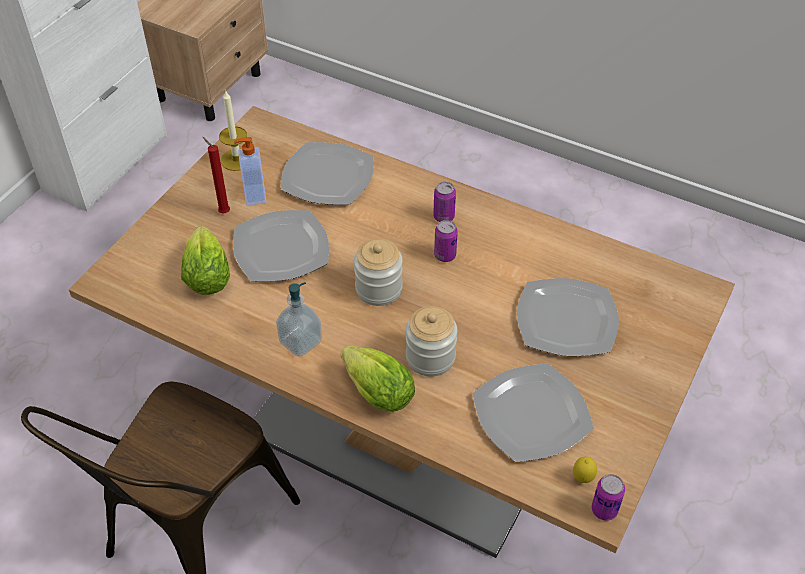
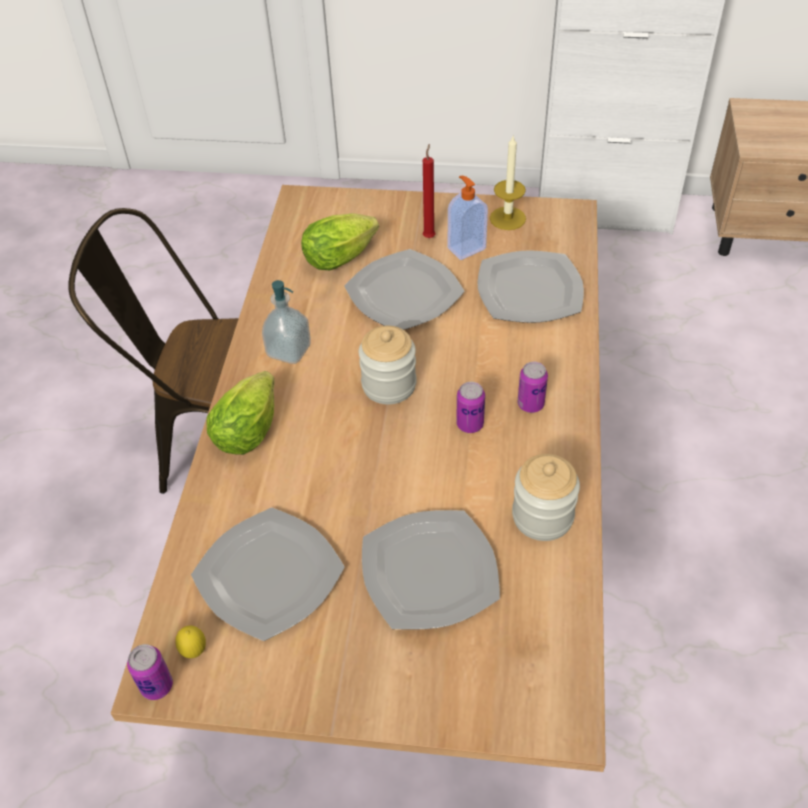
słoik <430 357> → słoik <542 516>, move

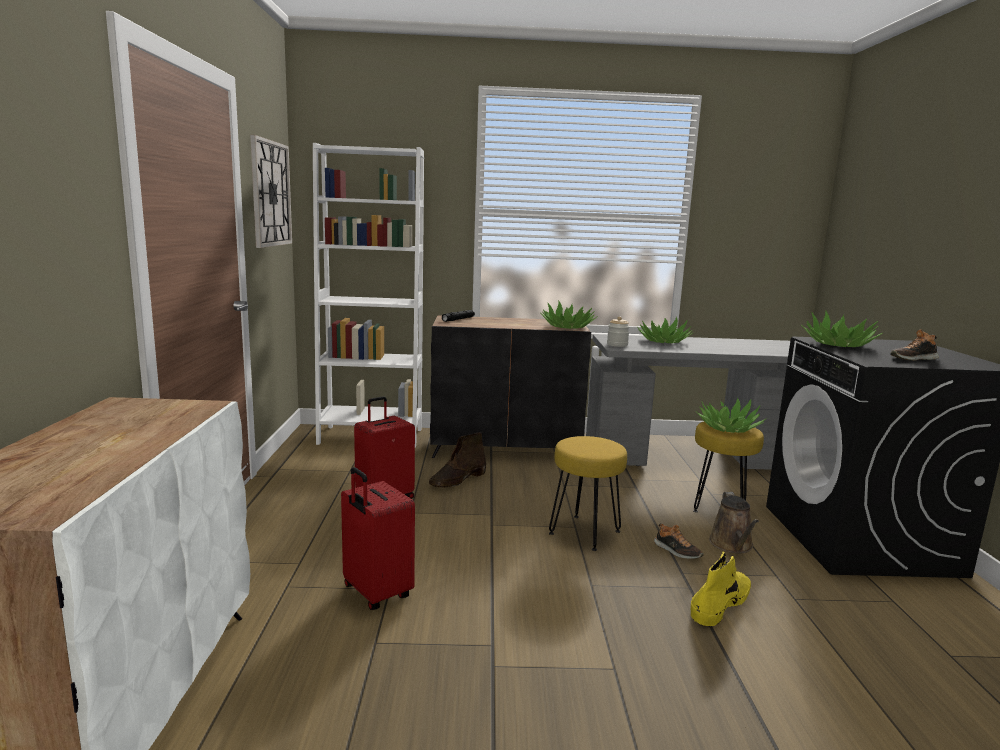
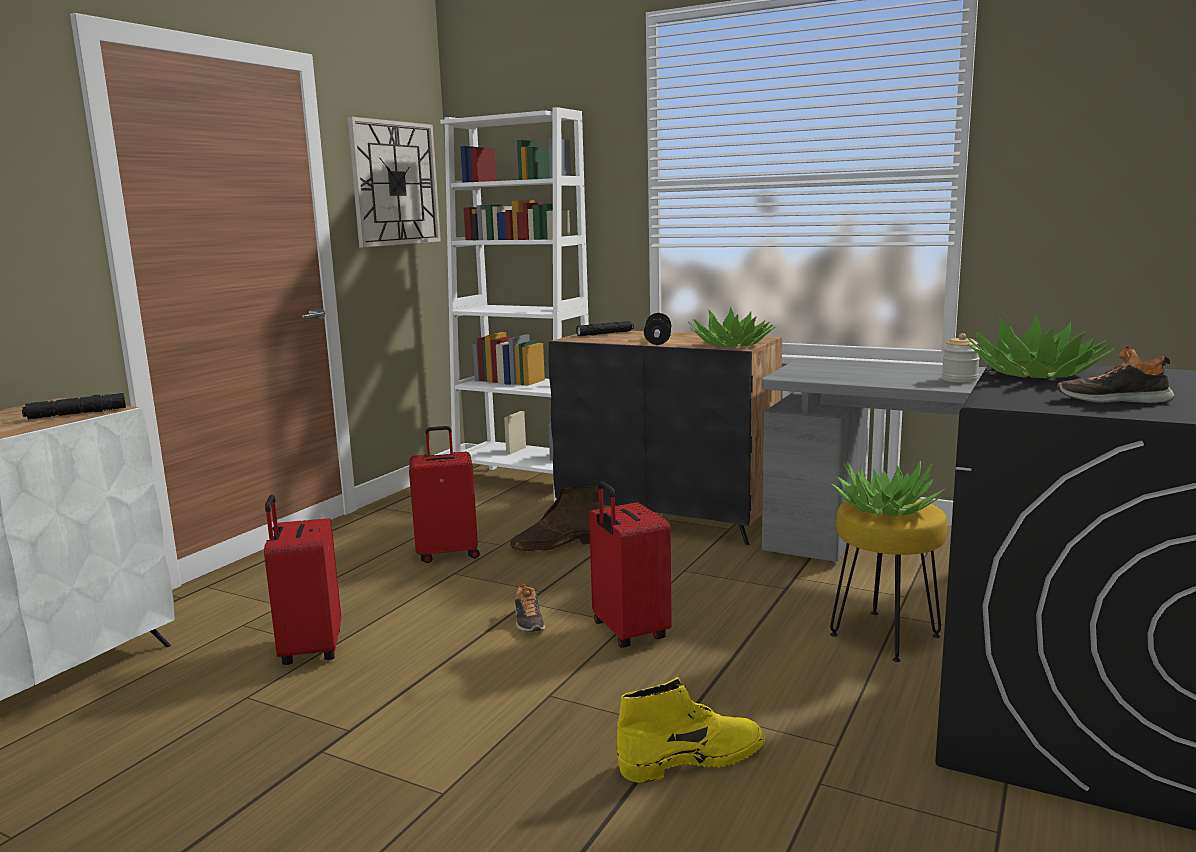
- → latarka (czarny) <76 414>
but <676 551> → but <528 622>, move
stołek (żółty) <583 532> → walizka (czerwony) <628 632>
- → hantel <658 341>
słoik <617 345> → słoik <959 379>, move
roślina doniczkowa <663 341> → -
konewka (brązowy) <732 545> → -

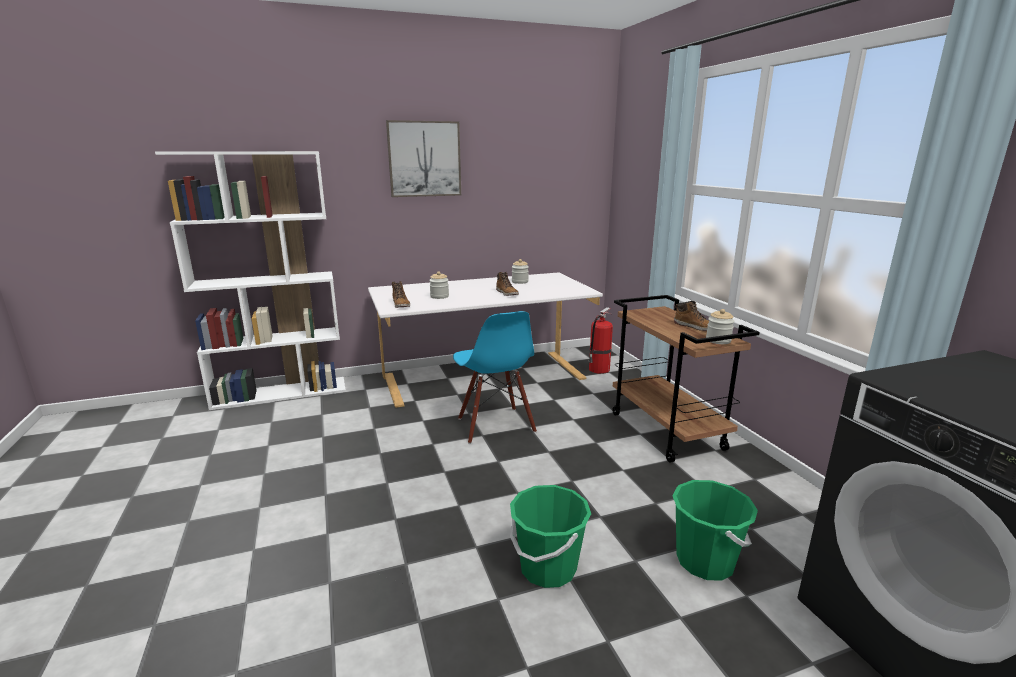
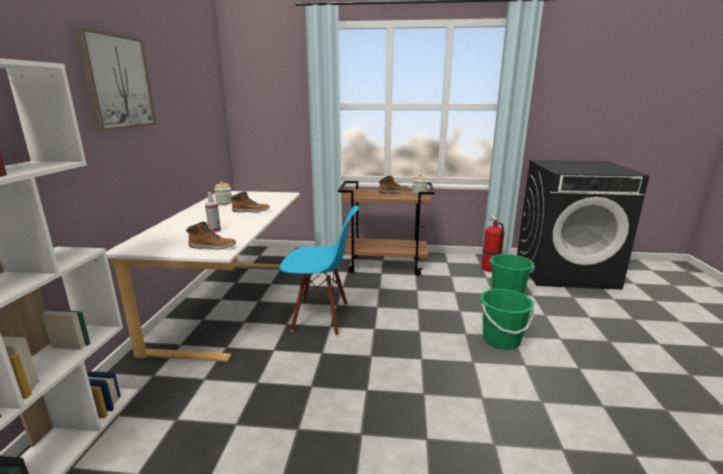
słoik <439 296> → spryskiwacz <214 230>
gaśnica <598 369> → gaśnica <491 269>, move

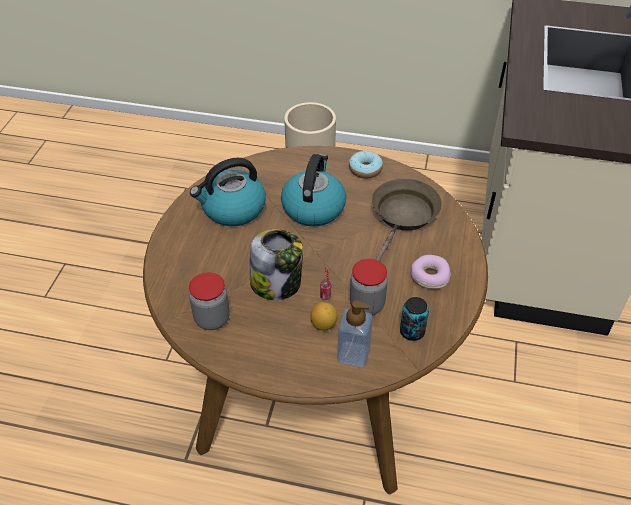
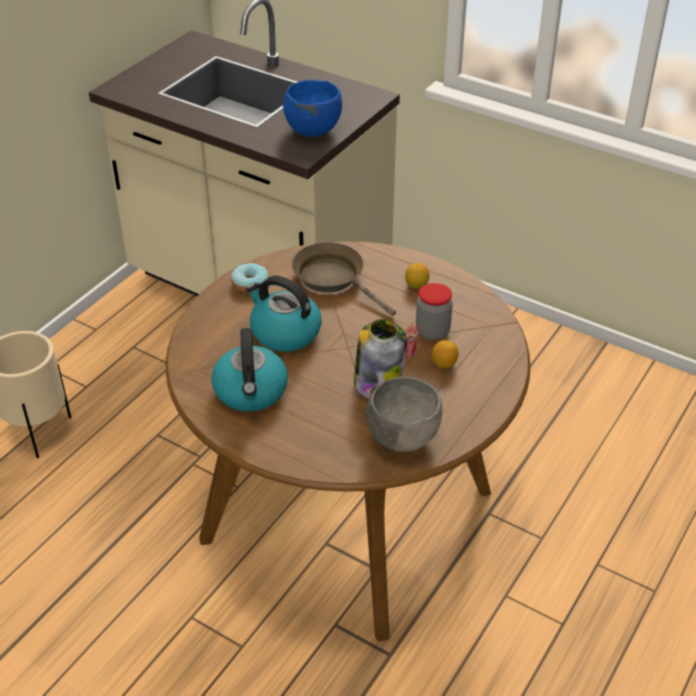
- → miska (niebieski) <312 130>
słoik <212 319> → miska (szary) <403 438>
donut <429 276> → cytryna <416 285>
dozownik mydła <353 355> → -
puszka <412 332> → -

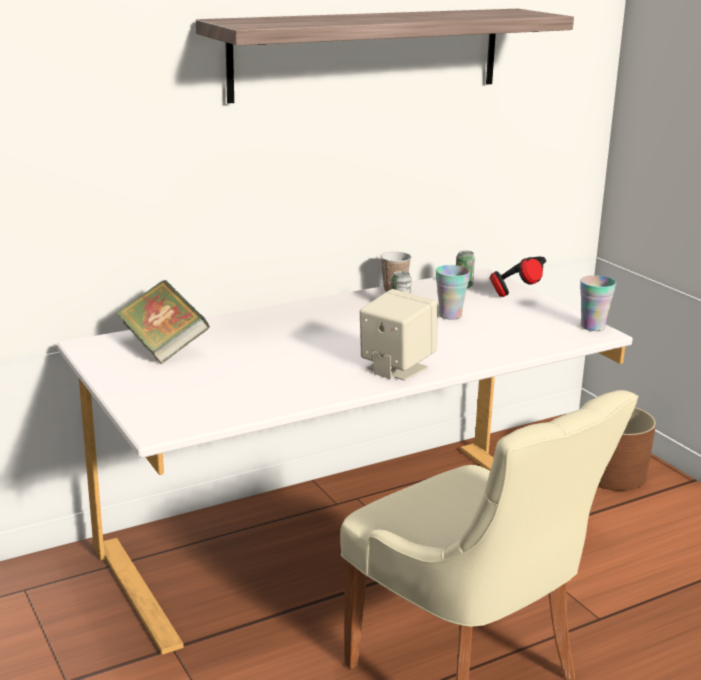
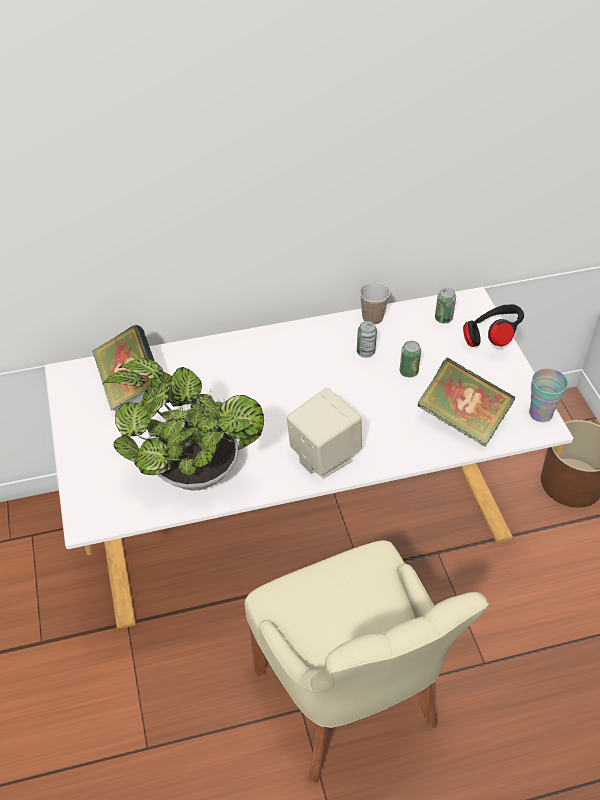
- → roślina doniczkowa <190 471>
filiżanka <450 315> → puszka <408 372>
- → książka <462 420>
półka <368 53> → -

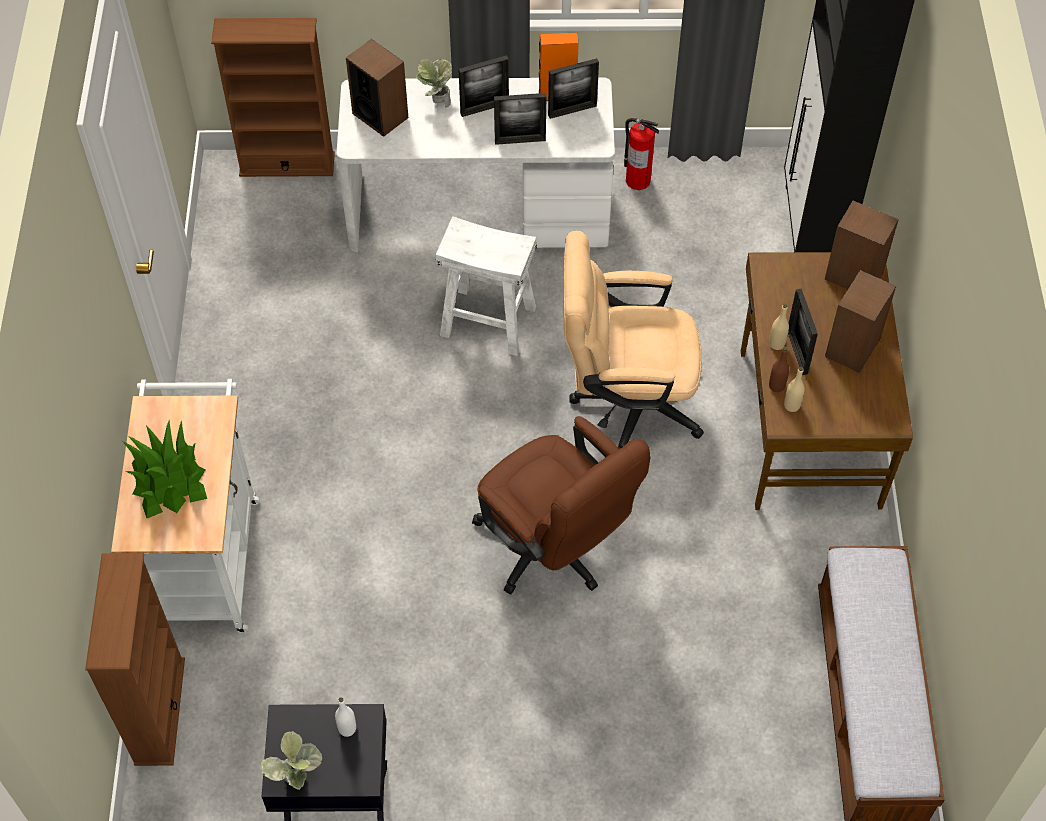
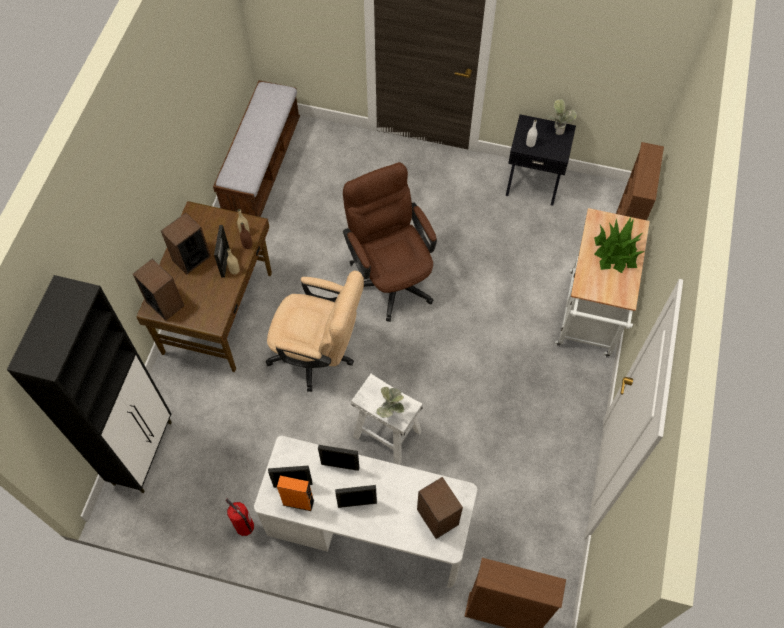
roślina doniczkowa <437 102> → roślina doniczkowa <390 412>, move

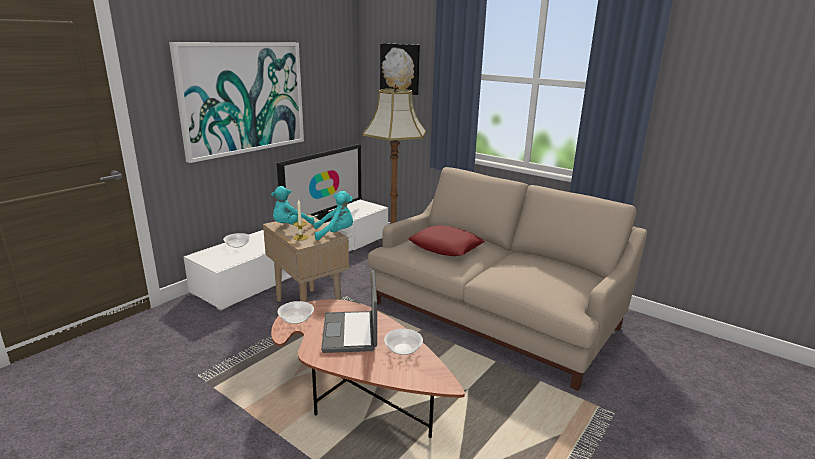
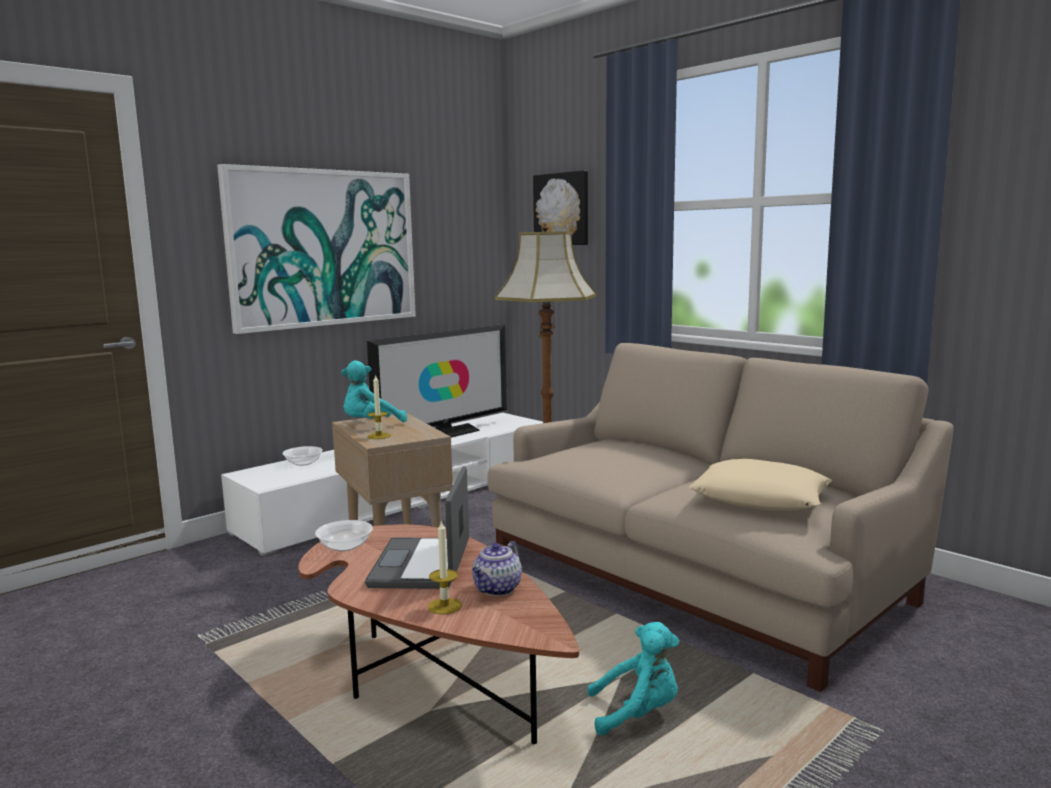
- → świeca <444 606>
miska <403 349> → imbryk <497 589>
pluszak (turkusowy) <336 233> → pluszak (turkusowy) <637 713>, move
- → poduszka (beżowy) <760 497>
poduszka (czerwony) <446 247> → -

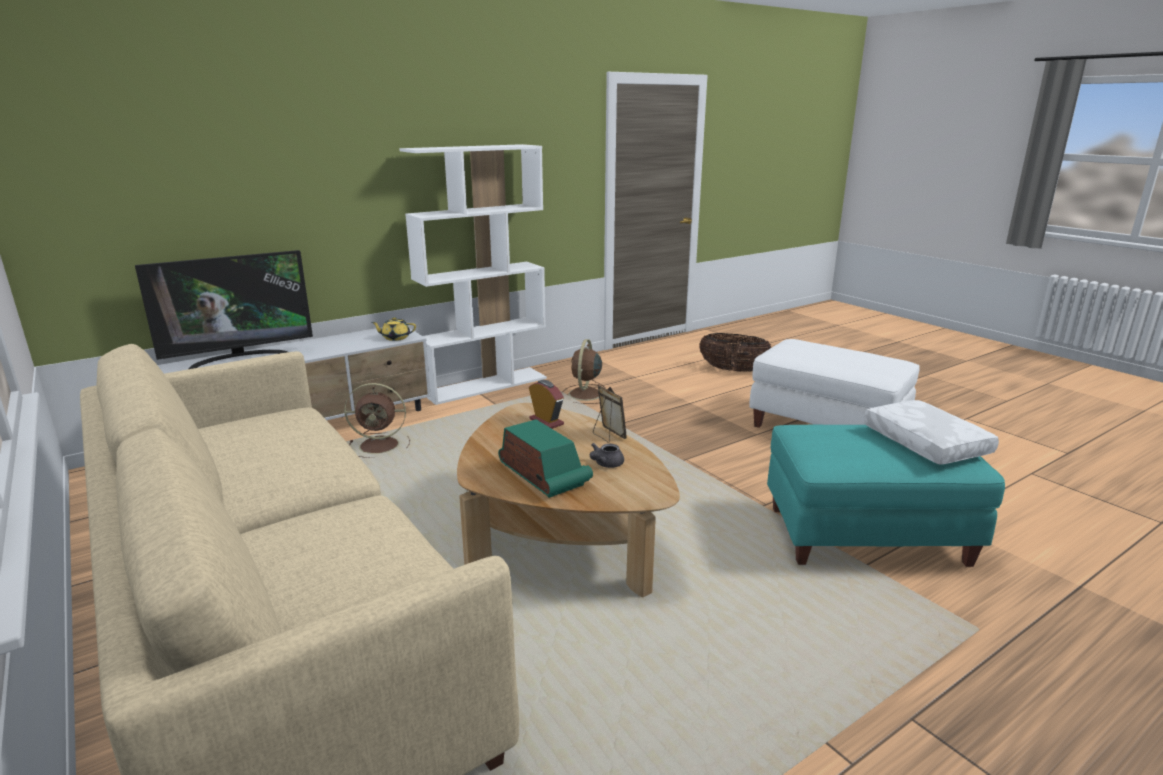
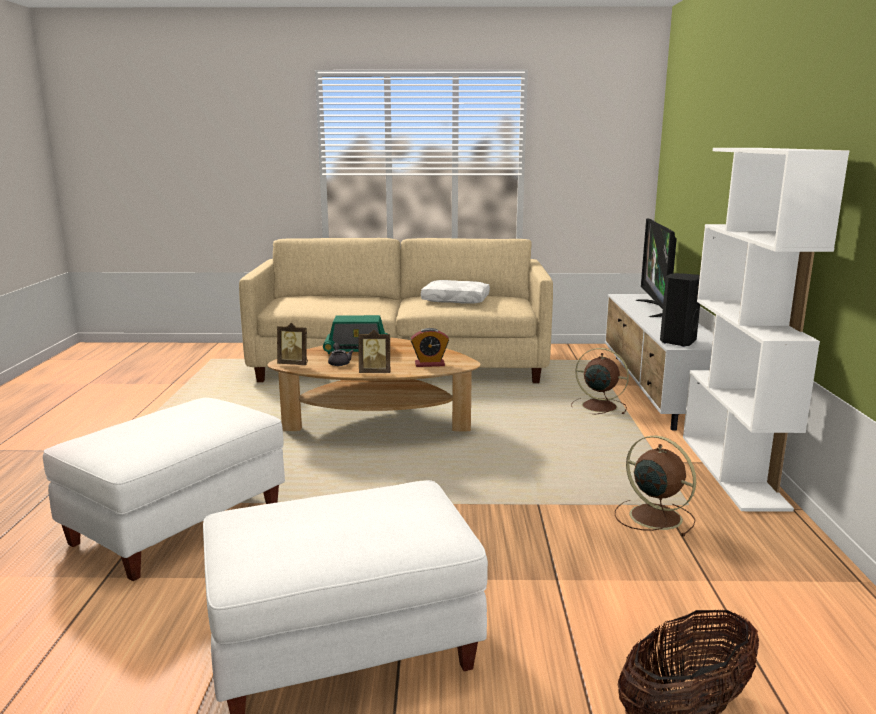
pufa (turkusowy) <866 536> → pufa (biały) <177 523>
- → ramka na zdjęcie <294 364>
poduszka (biały) <923 443> → poduszka (biały) <456 300>, move
wentylator (brązowy) <381 445> → wentylator (brązowy) <597 406>, 90 degrees clockwise
imbryk (żółty) <395 338> → głośnik (czarny) <677 342>

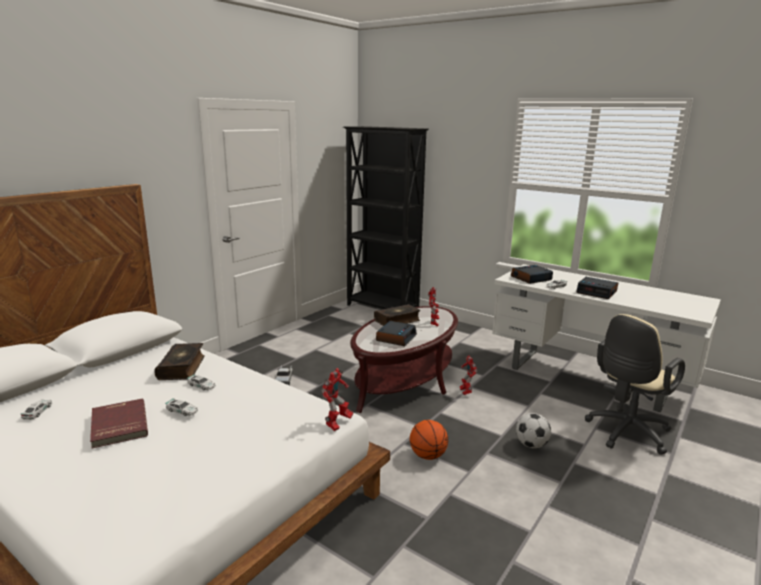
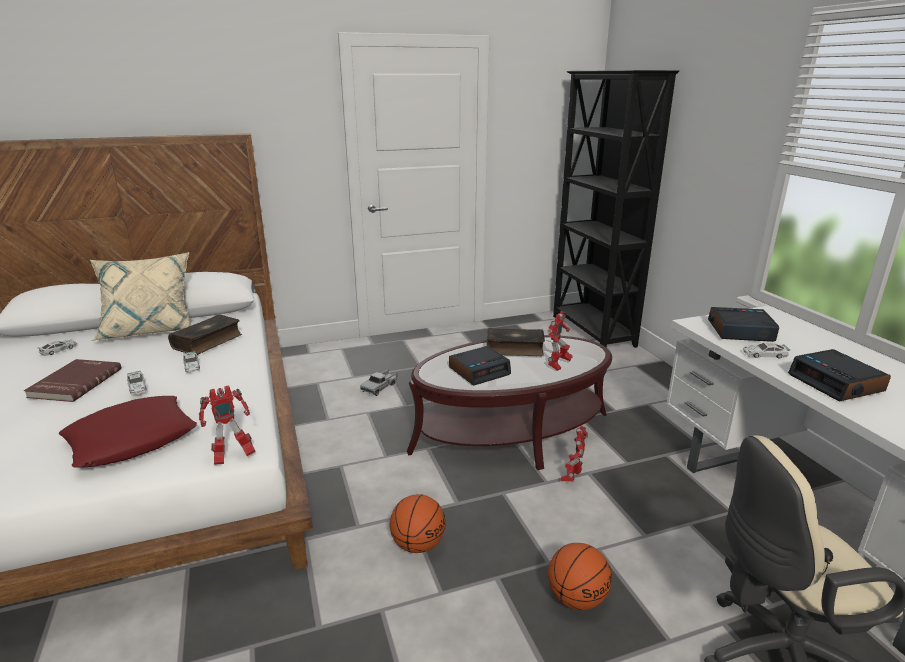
- → poduszka (czerwony) <132 439>
- → poduszka (beżowy) <151 329>
piłka futbolowa <531 445> → piłka do koszykówki <577 598>

